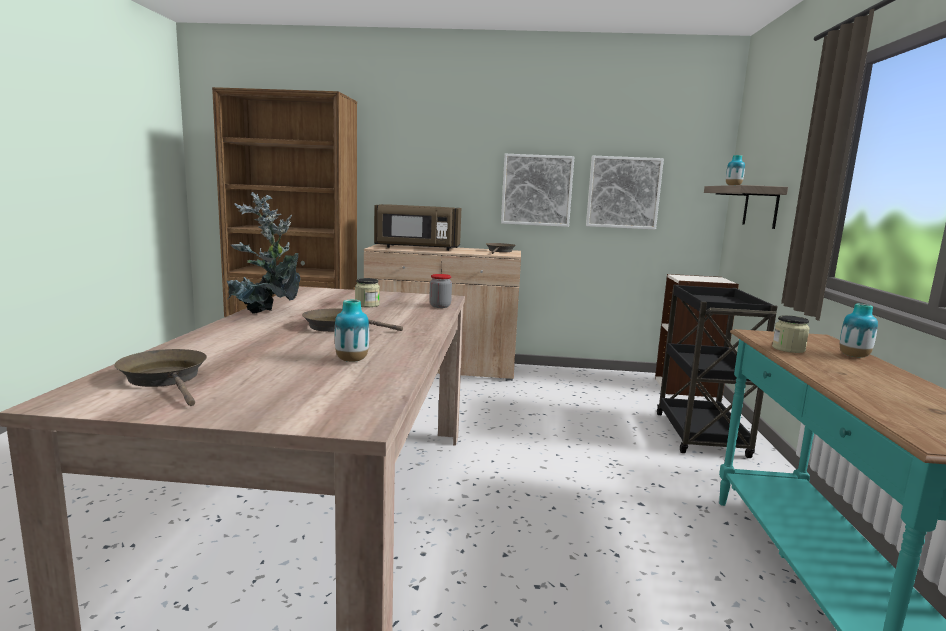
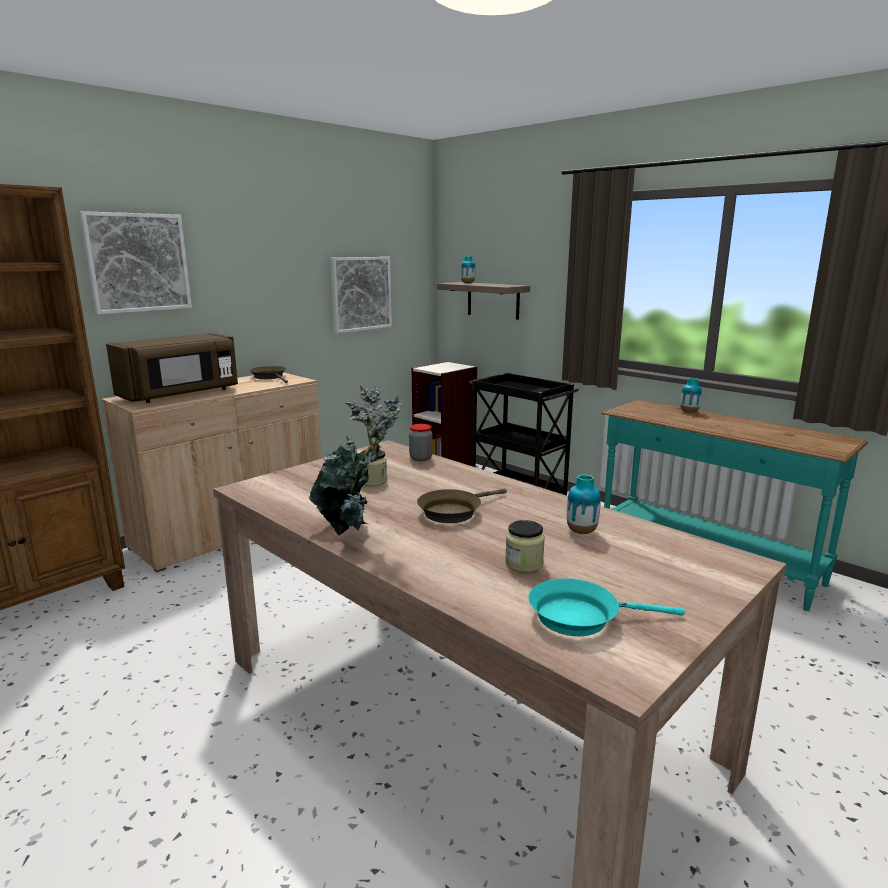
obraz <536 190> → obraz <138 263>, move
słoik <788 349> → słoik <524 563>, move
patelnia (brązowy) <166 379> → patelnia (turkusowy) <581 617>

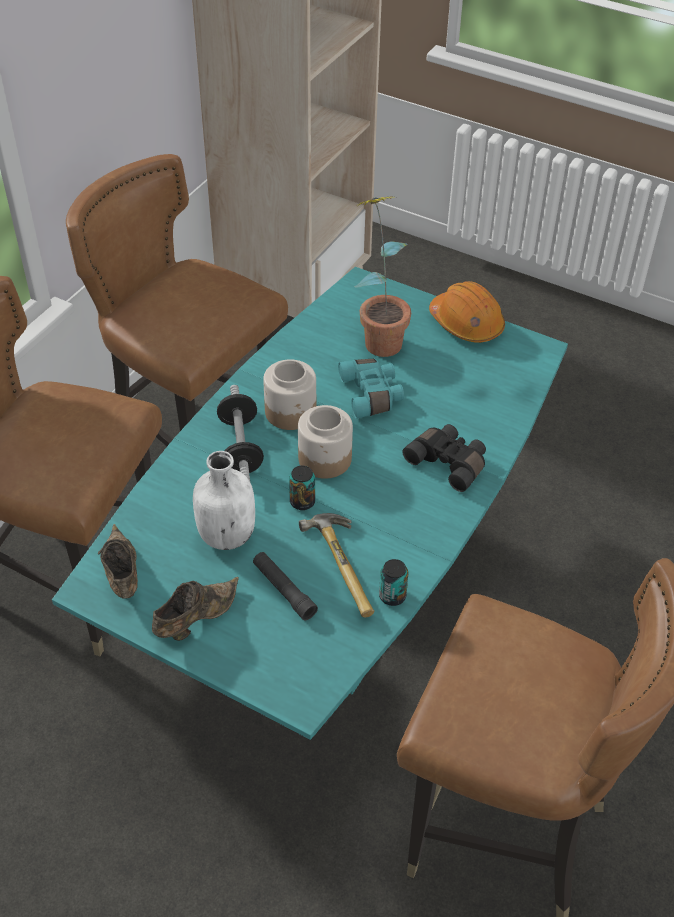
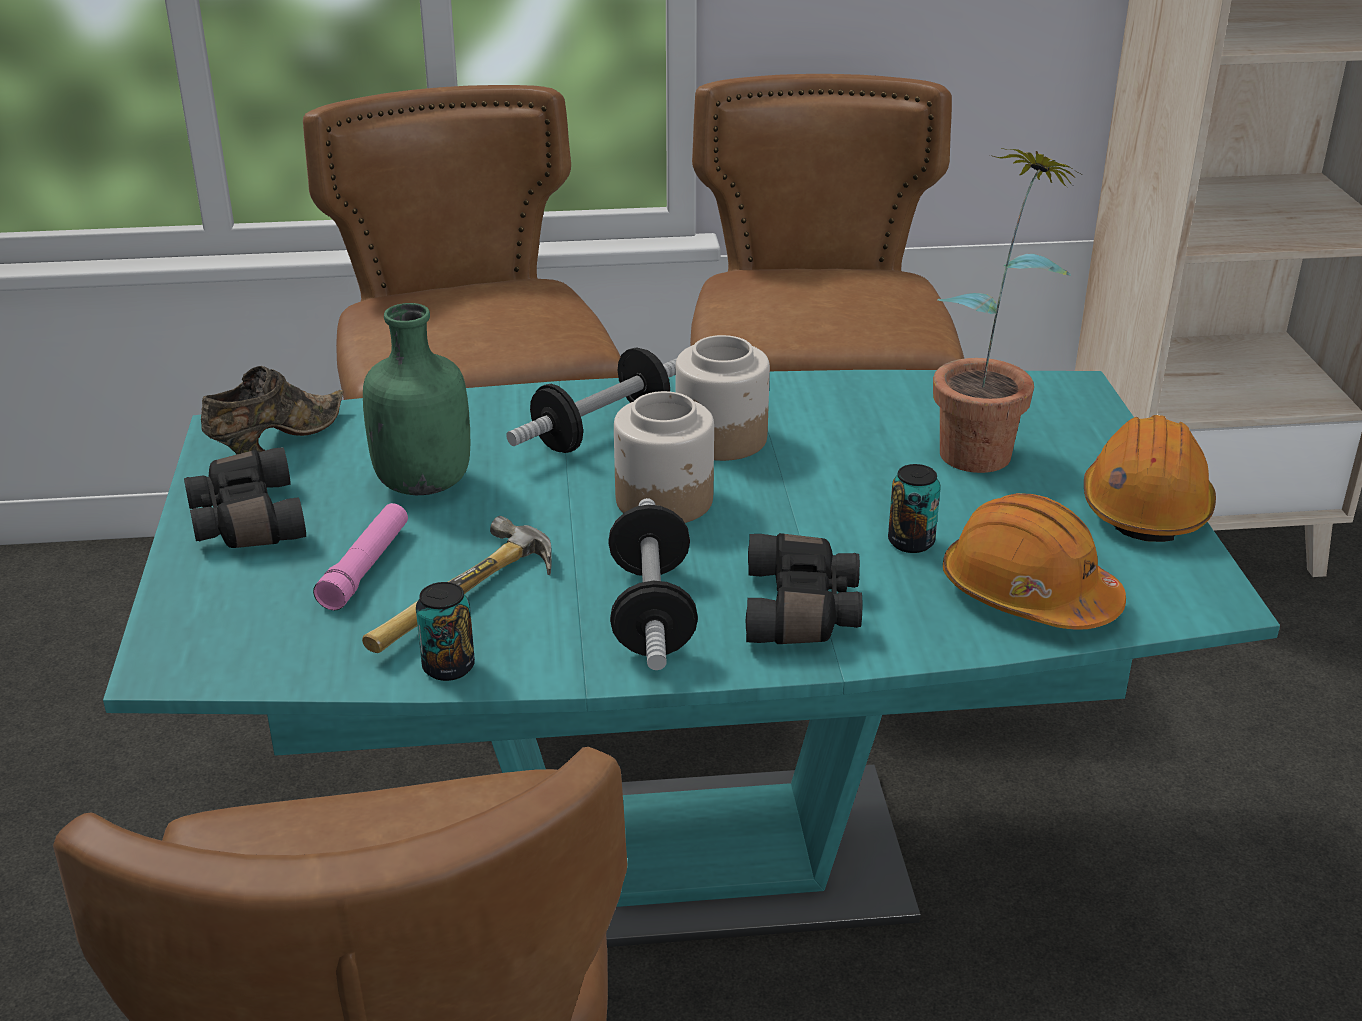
but (brązowy) <195 620> → lornetka (czarny) <244 521>
latarka (czarny) <284 590> → latarka (różowy) <365 567>
butelka (biały) <226 534> → butelka (zielony) <424 483>
- → hantel <651 612>
puszka <302 502> → puszka <911 542>, move
- → kask (pomarańczowy) <1028 595>
lornetka (turkusowy) <372 395> → -

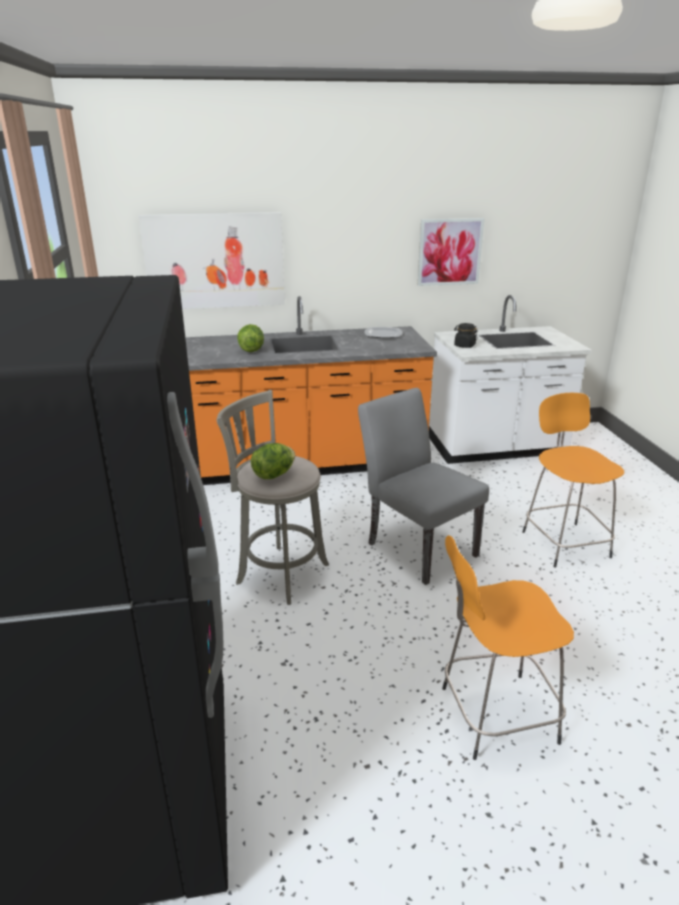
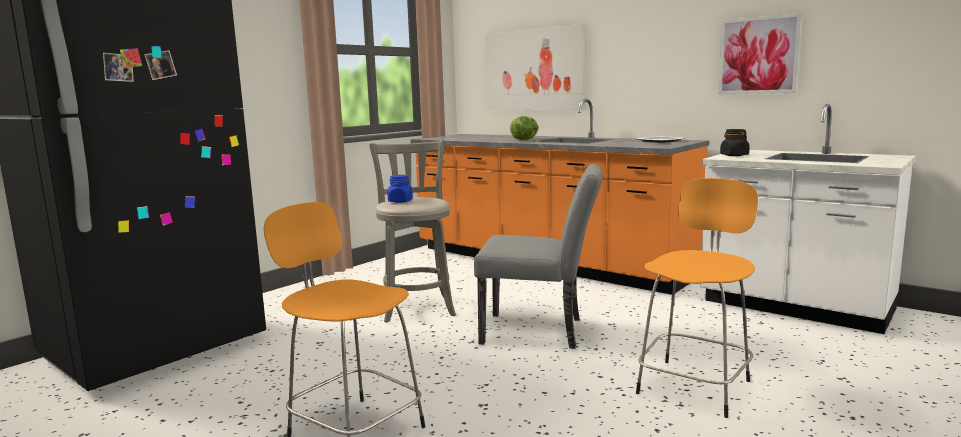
sałata <273 475> → słoik (niebieski) <400 201>
krzesło (szary) <416 546> → krzesło (szary) <541 331>, 90 degrees clockwise

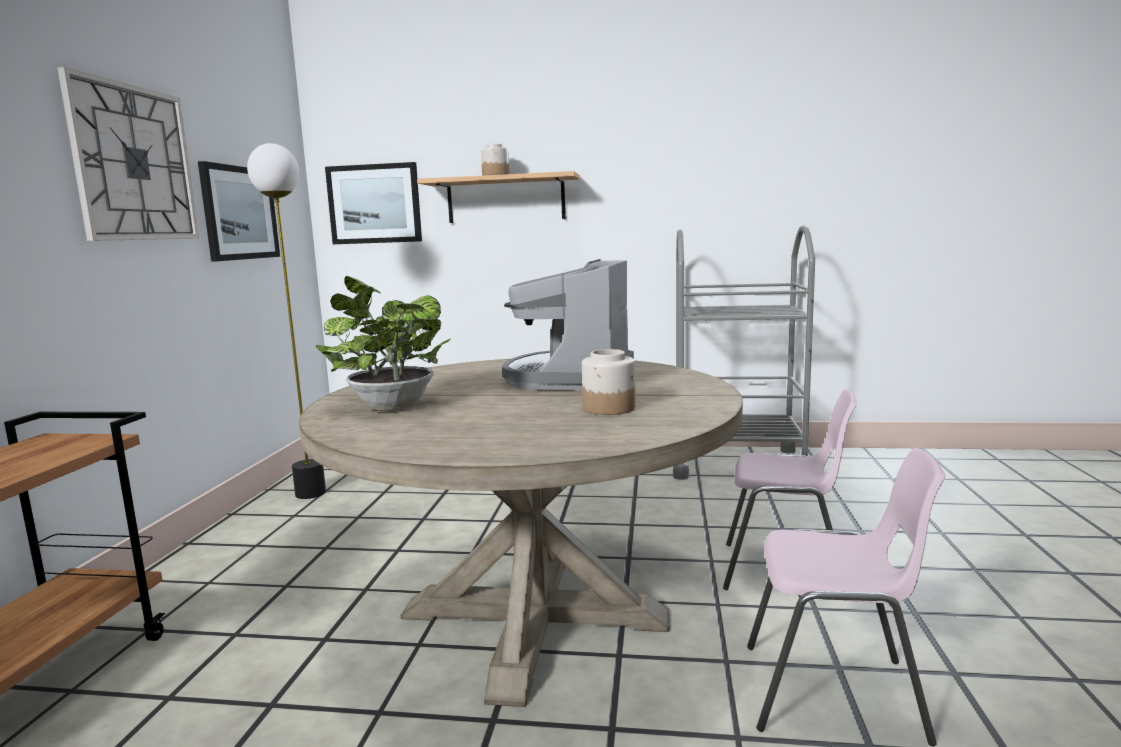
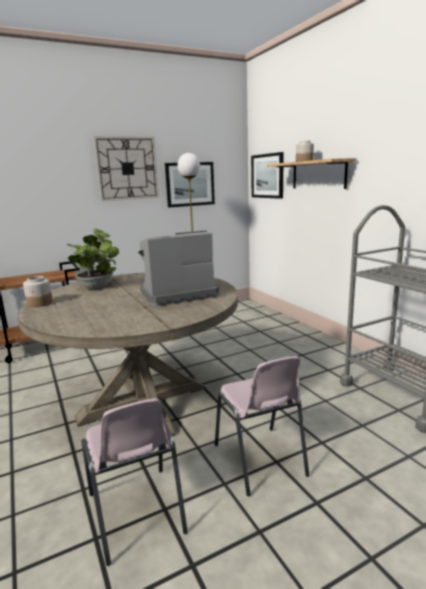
słoik <609 408> → słoik <40 303>, move

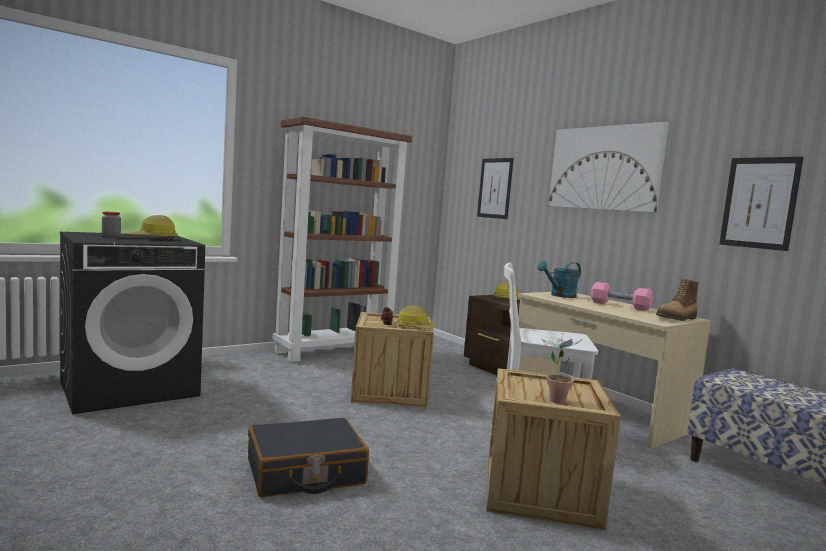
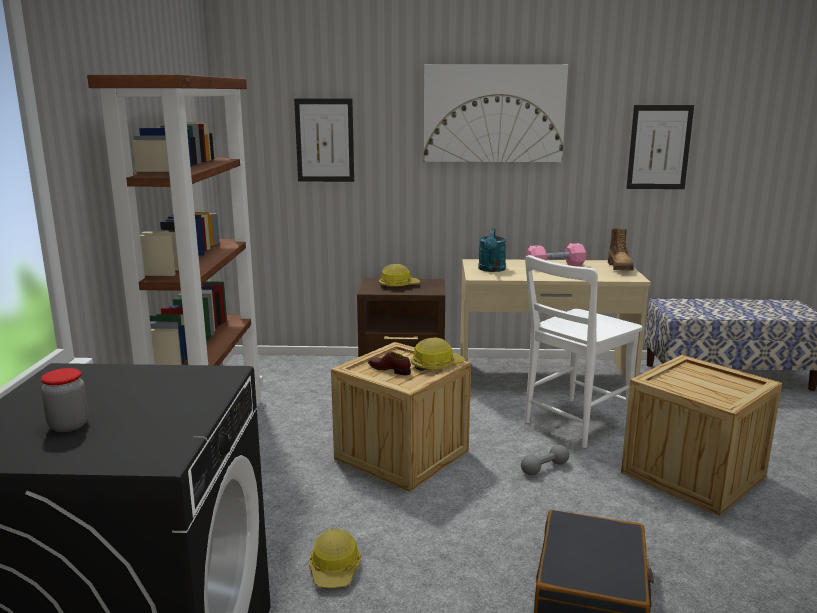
kask <155 238> → kask <335 569>, move
- → hantel (szary) <544 468>
roślina doniczkowa <555 399> → -

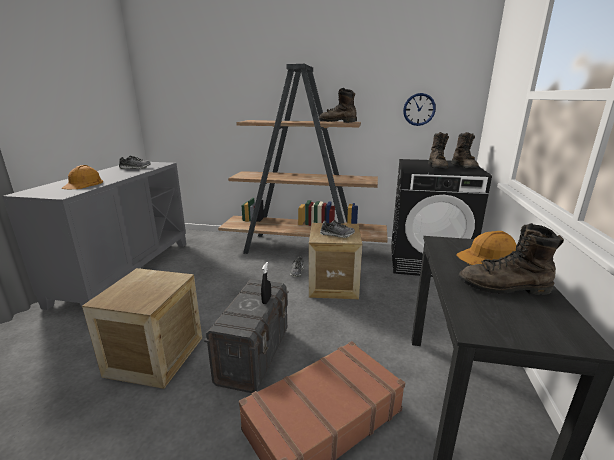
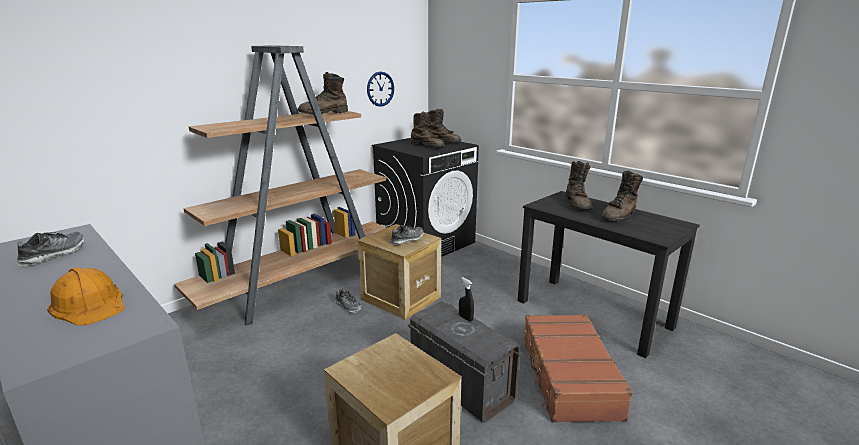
kask (pomarańczowy) <488 257> → but z cholewką (brązowy) <577 204>

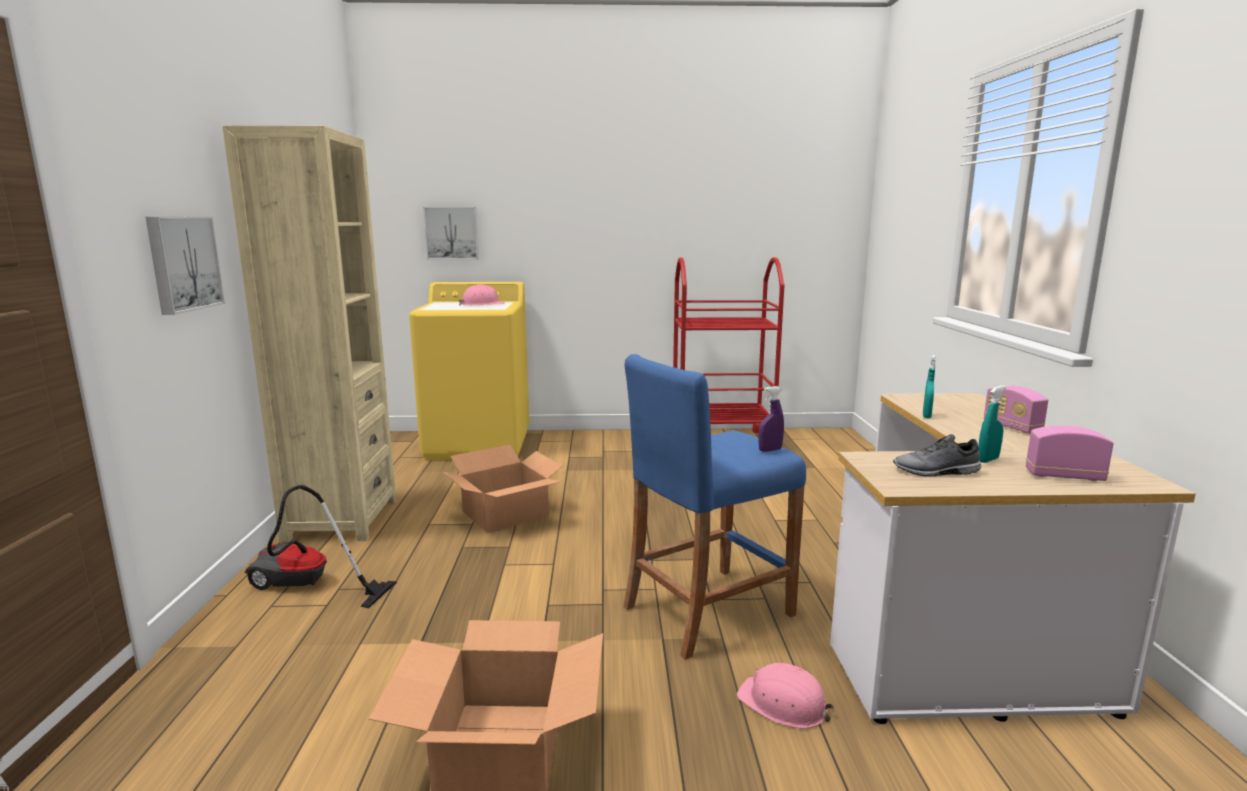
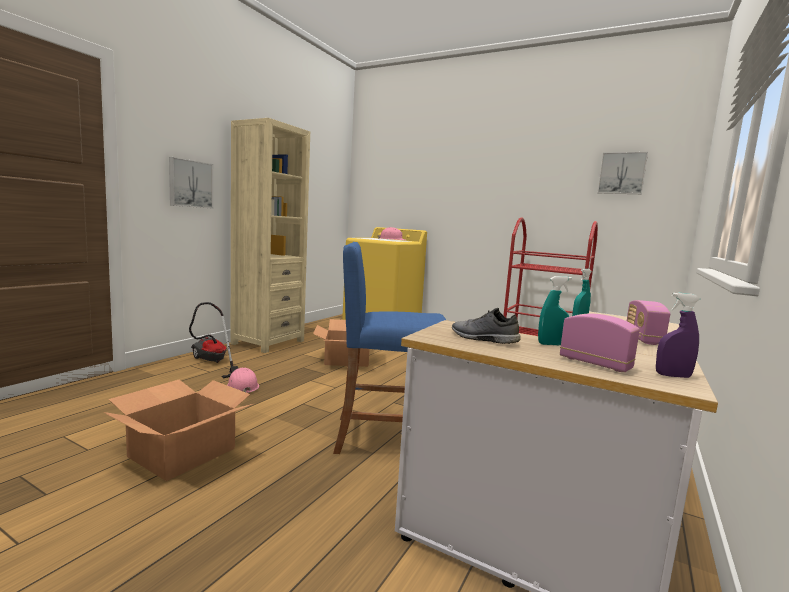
kask (różowy) <783 704> → kask (różowy) <242 386>, move
obraz <452 233> → obraz <622 173>, move
spryskiwacz (fioletowy) <770 450> → spryskiwacz (fioletowy) <673 375>, move

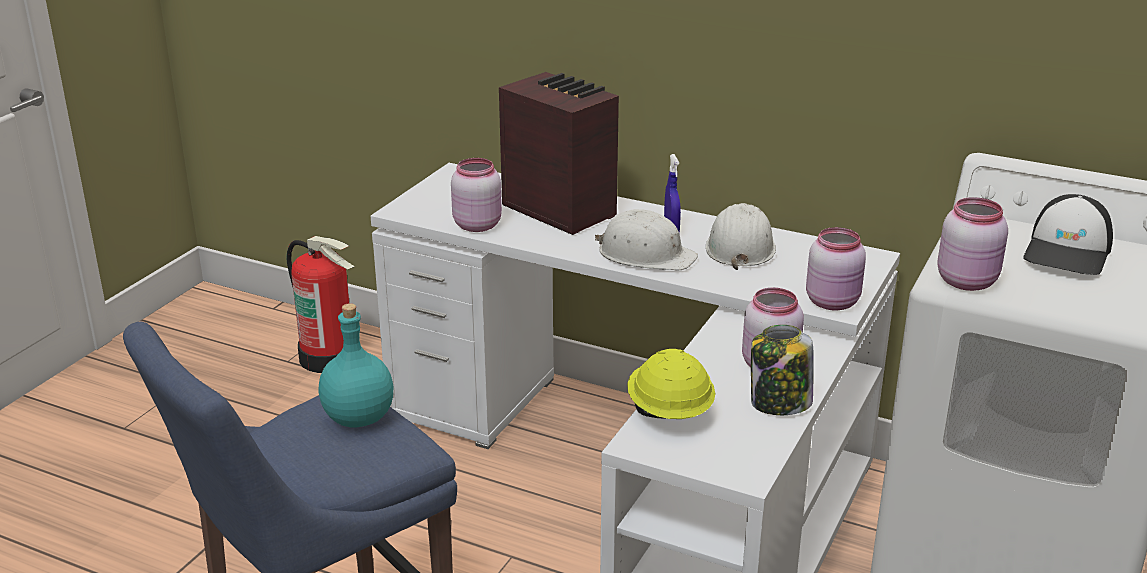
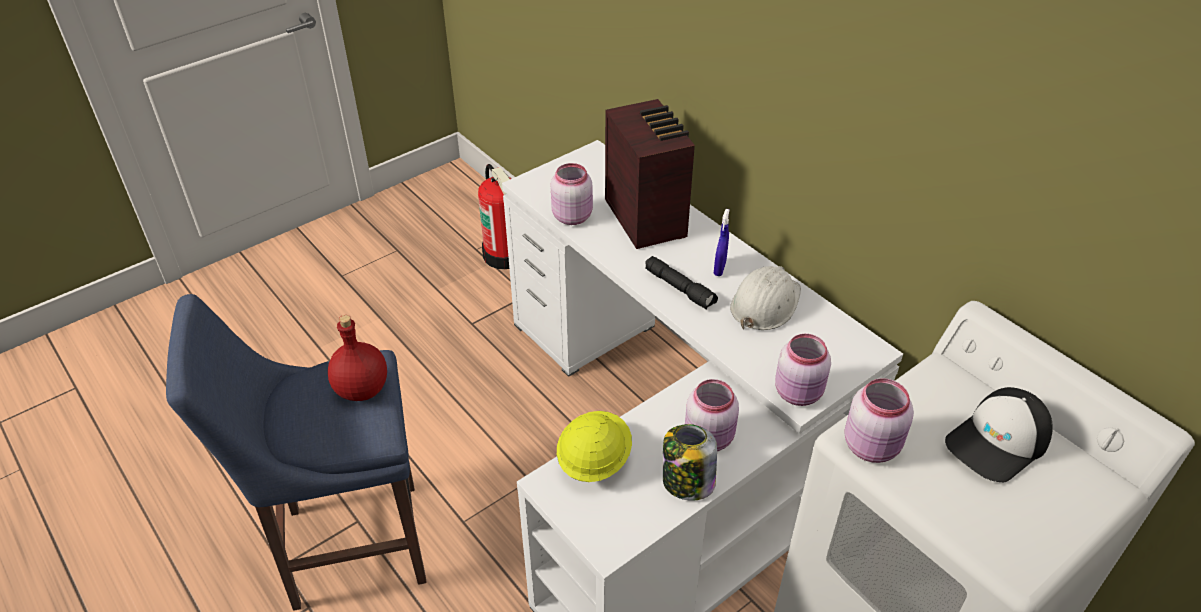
butelka (turkusowy) <360 418> → butelka (czerwony) <363 390>
kask (biały) <645 254> → latarka (czarny) <680 288>

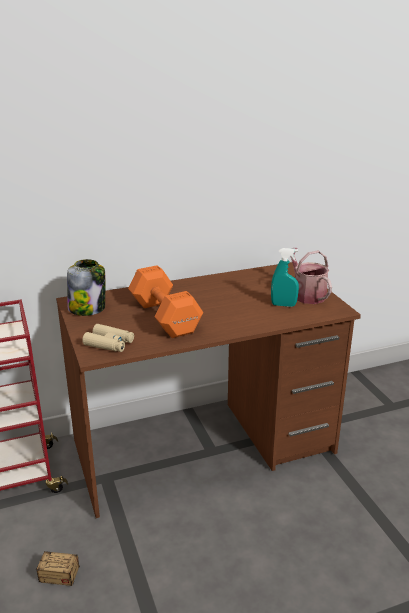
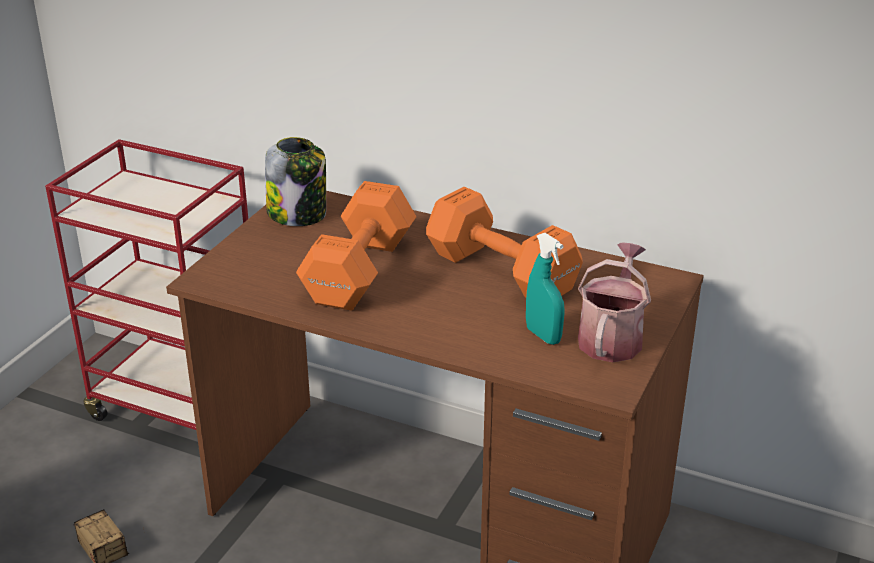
- → hantel (pomarańczowy) <503 274>
lornetka (beżowy) <109 343> → -

